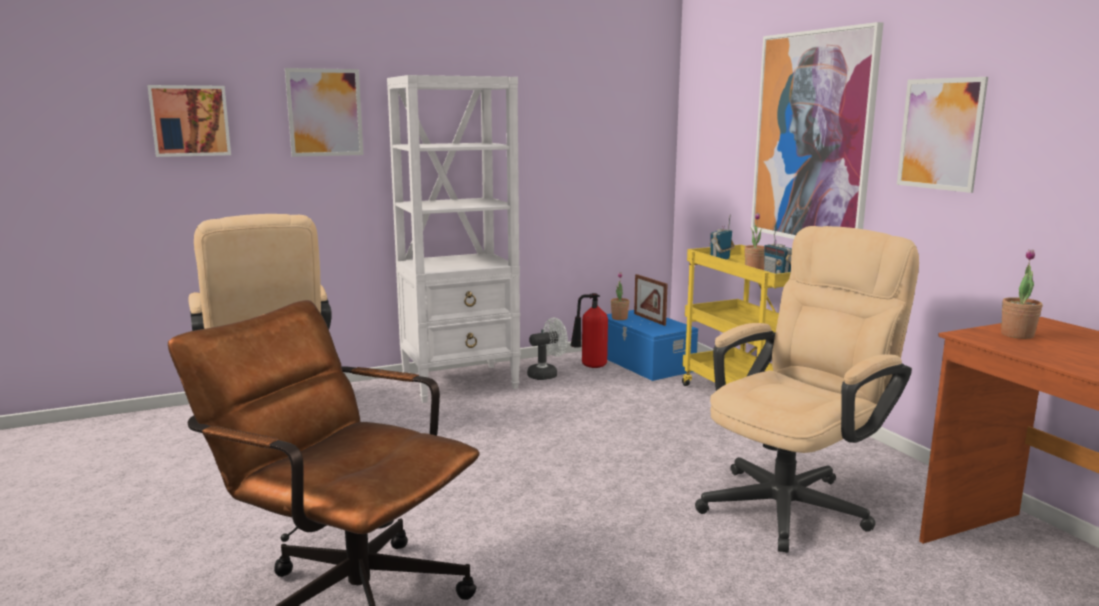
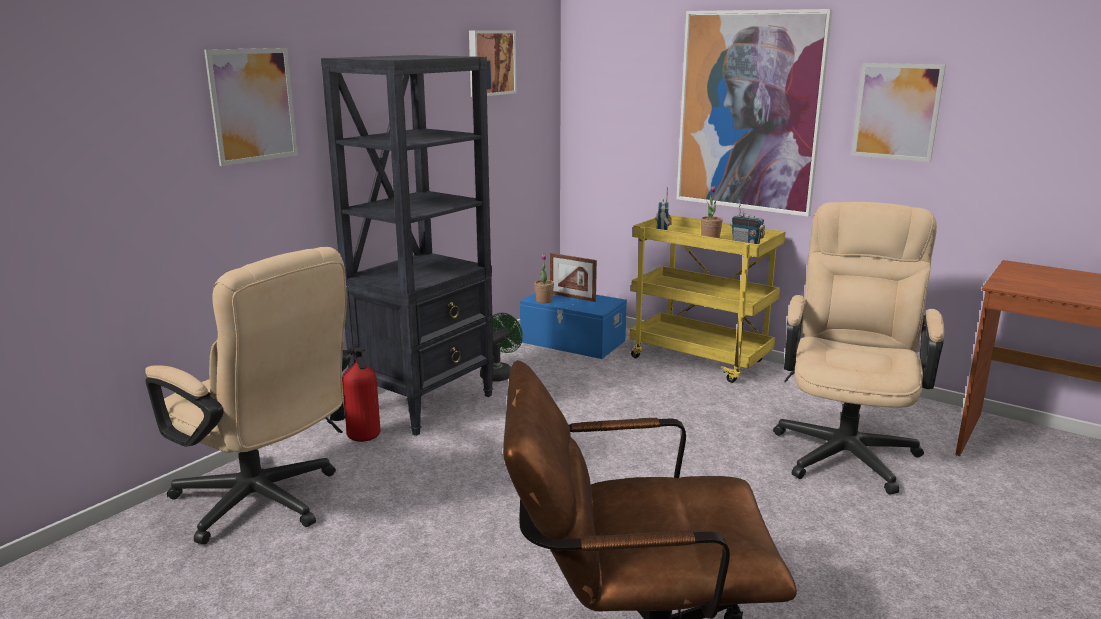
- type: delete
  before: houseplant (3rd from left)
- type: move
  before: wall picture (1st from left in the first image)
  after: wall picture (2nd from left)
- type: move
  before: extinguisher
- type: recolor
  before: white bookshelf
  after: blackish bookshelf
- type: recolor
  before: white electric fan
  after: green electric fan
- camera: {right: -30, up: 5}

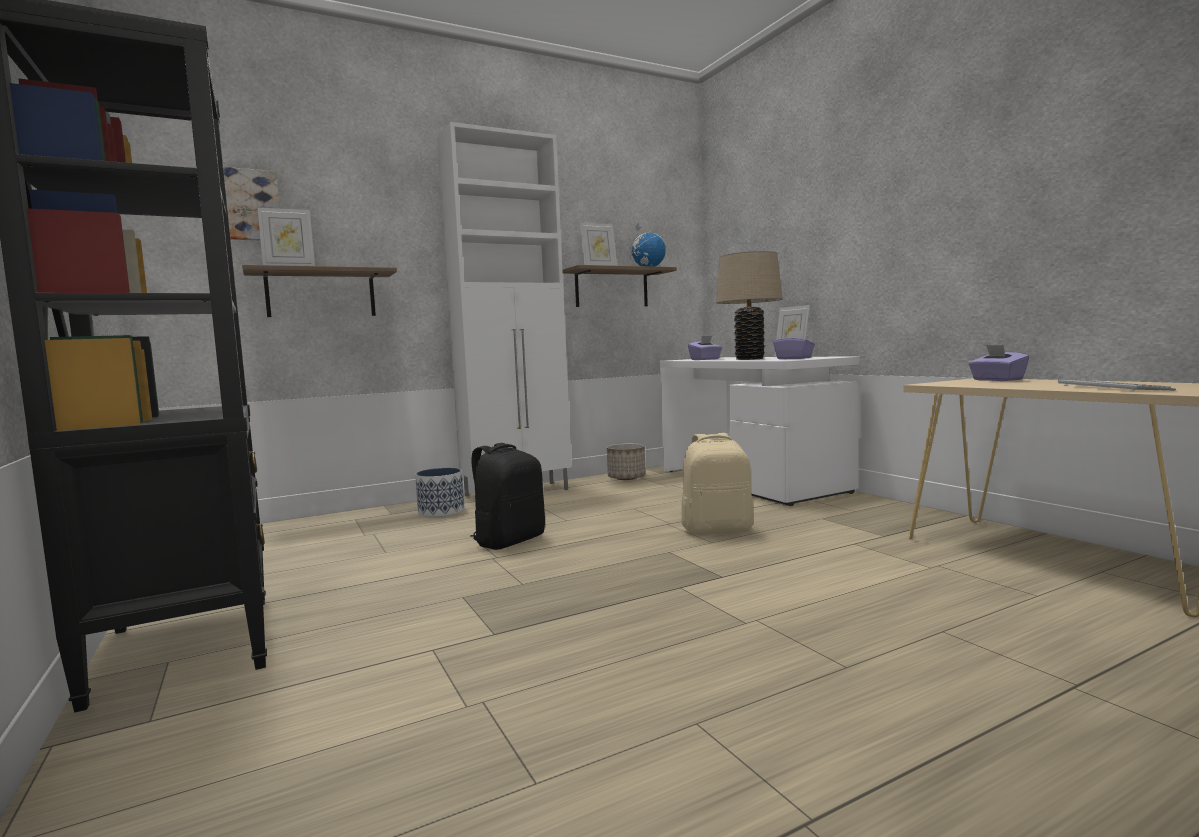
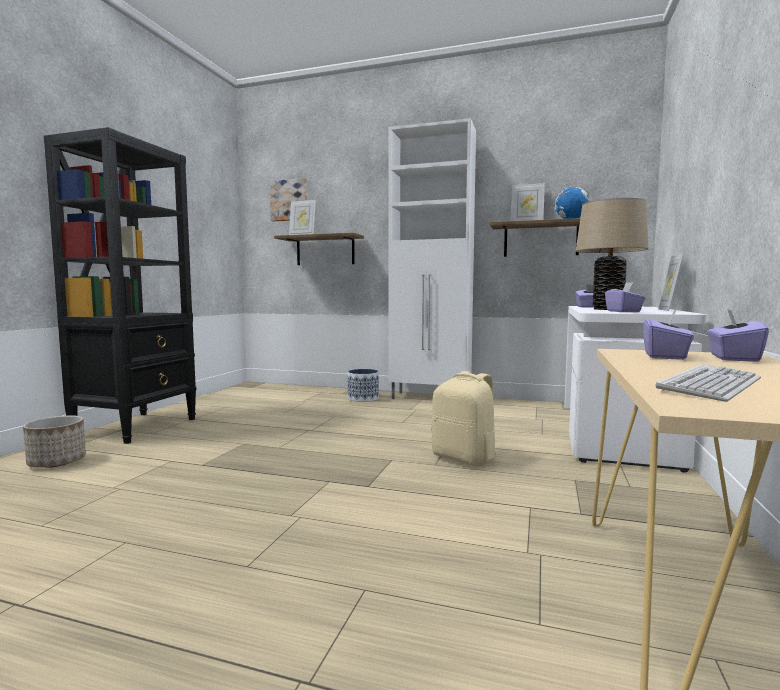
- type: delete
  before: blackish backpack
- type: insert
  after: purple tissue holder (3rd from left)
- type: move
  before: planter (2nd from left in the first image)
  after: planter (1st from left)
- camera: {right: 45, up: 0}

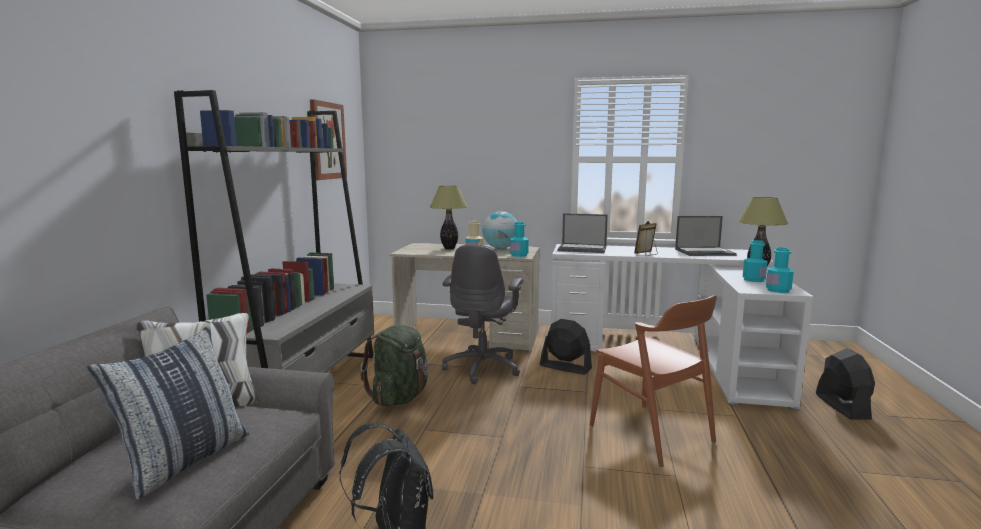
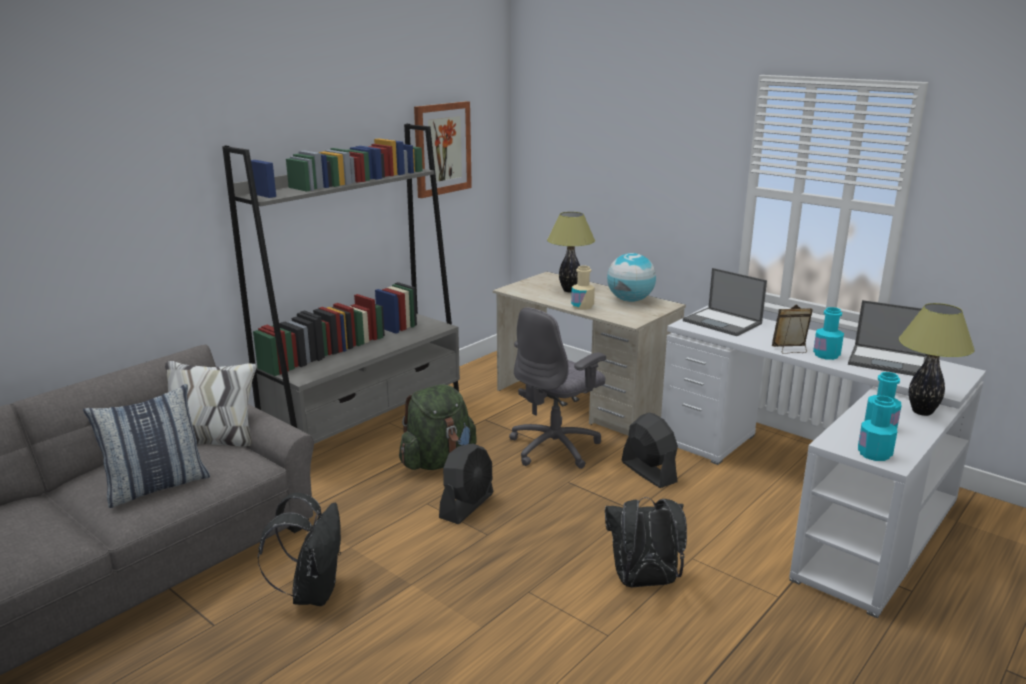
- type: move
  before: turquoise-coloured beverage bottle (1st from left)
- type: move
  before: blackish electric fan (2nd from left in the first image)
  after: blackish electric fan (1st from left)
- type: replace
  before: brownish chair
  after: blackish backpack (2nd from left)
- camera: {right: 30, up: 10}

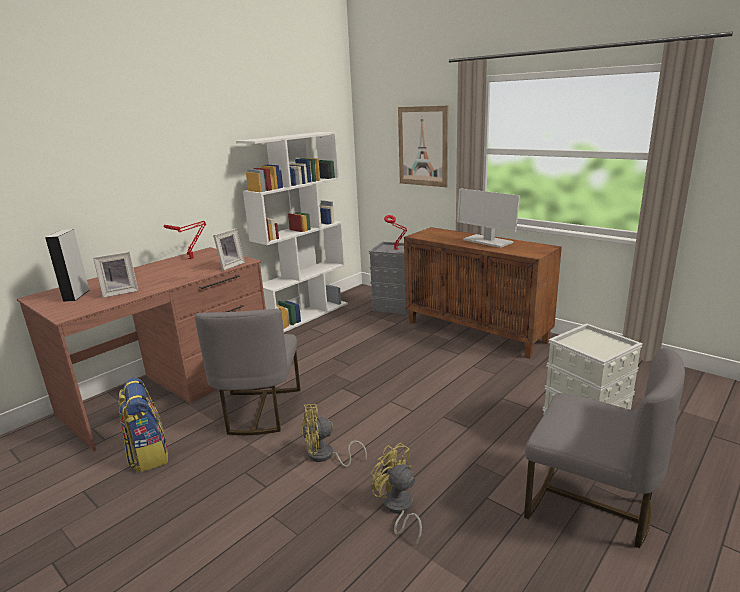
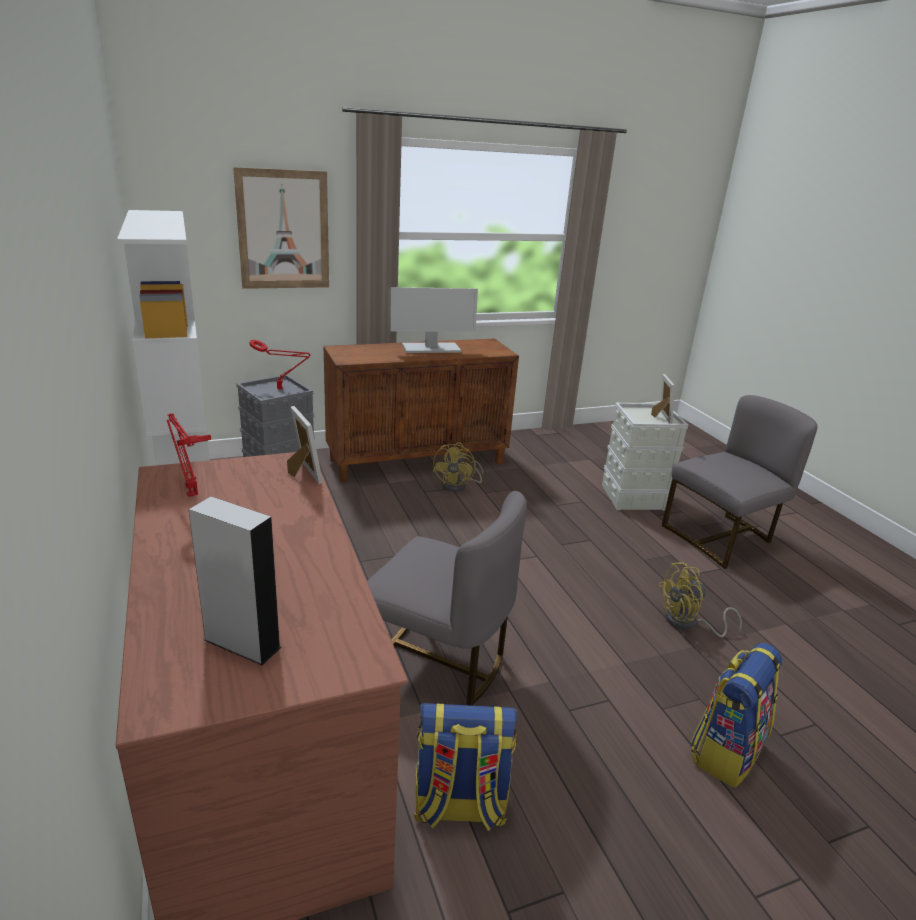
- type: insert
  after: backpack (2nd from left)
- type: move
  before: picture frame (1st from left in the first image)
  after: picture frame (2nd from left)
- type: move
  before: yellow electric fan (1st from left)
- camera: {right: -65, up: 5}

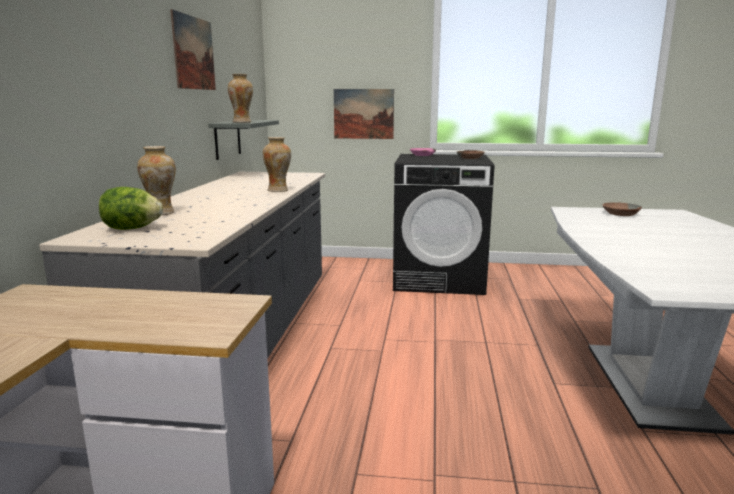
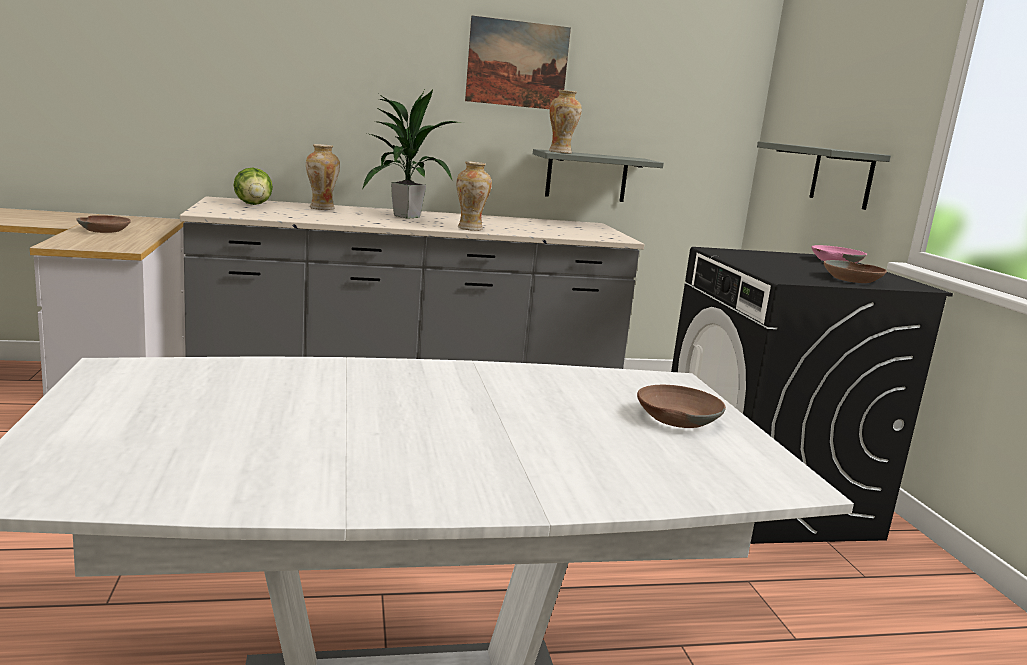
- type: insert
  after: brownish bowl (1st from left)
- type: insert
  after: houseplant
- type: replace
  before: wall picture (2nd from left)
  after: grey bracket shelf (2nd from left)
- camera: {right: 70, up: 0}

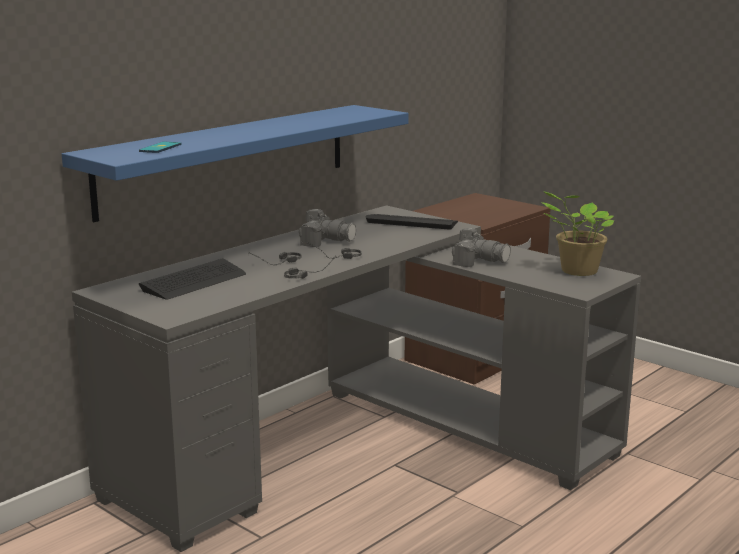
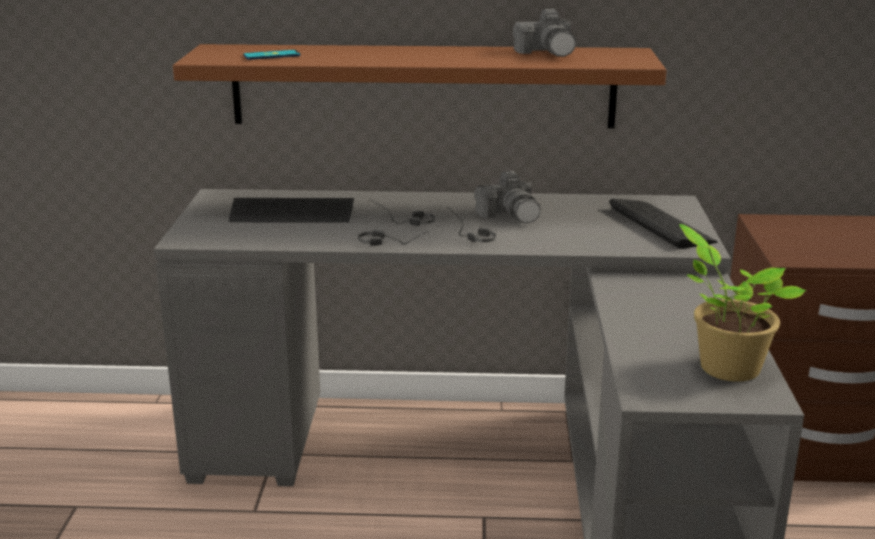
- type: move
  before: photo camera (2nd from left)
- type: recolor
  before: blue-coloured bracket shelf
  after: brownish bracket shelf
- camera: {right: 50, up: 5}

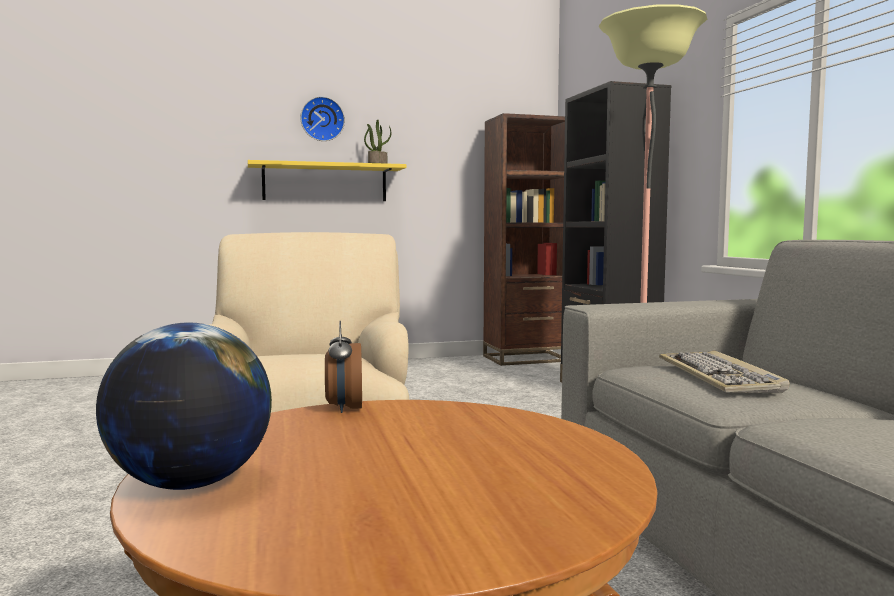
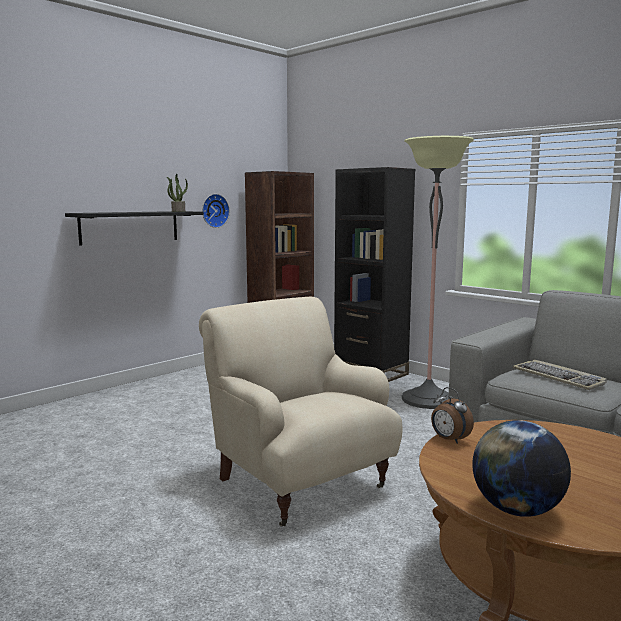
- type: move
  before: wall clock
- type: recolor
  before: yellow bracket shelf
  after: blackish bracket shelf
- camera: {right: -30, up: 5}

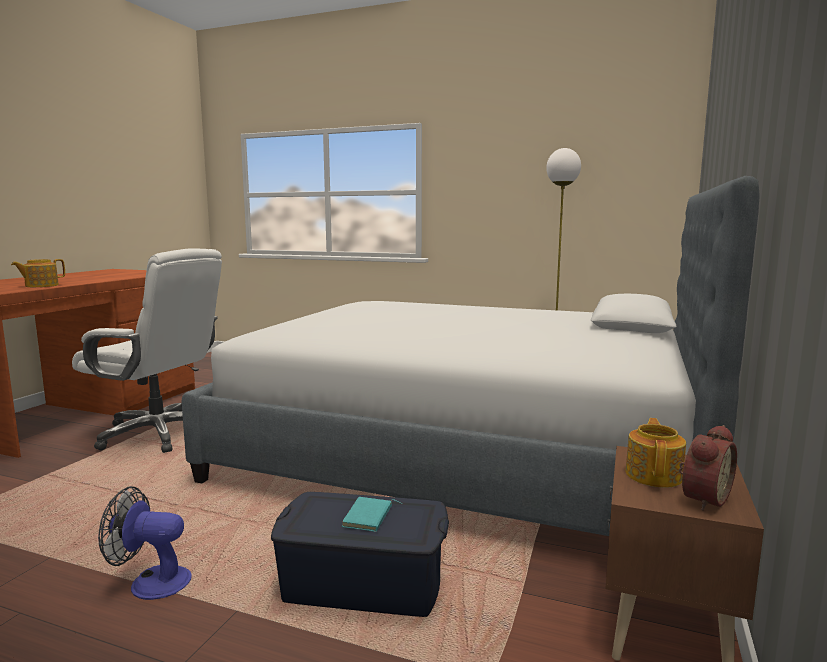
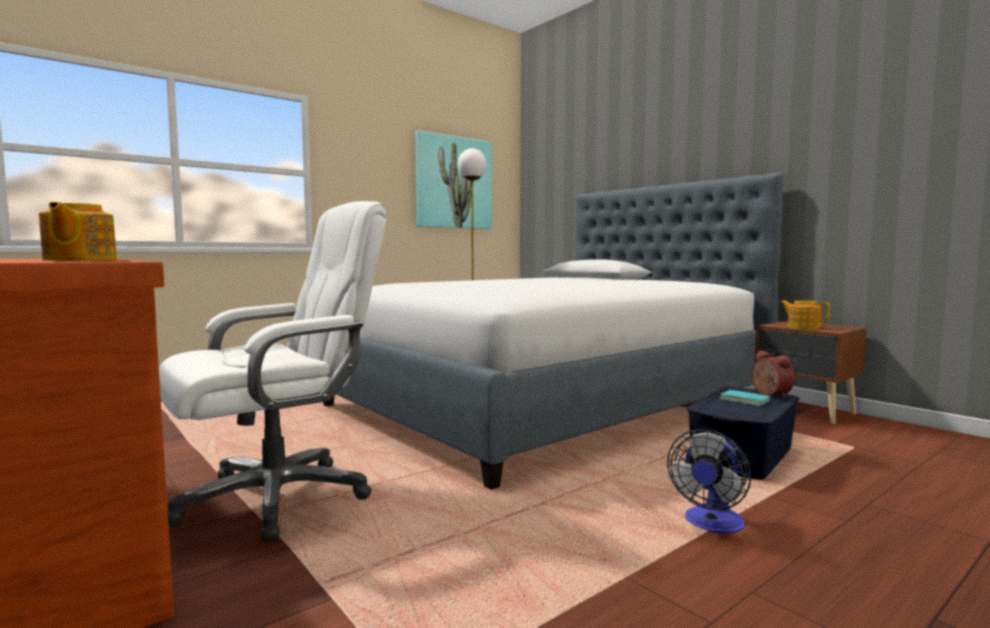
- type: insert
  after: wall picture
- type: move
  before: table clock
- camera: {right: -60, up: -5}

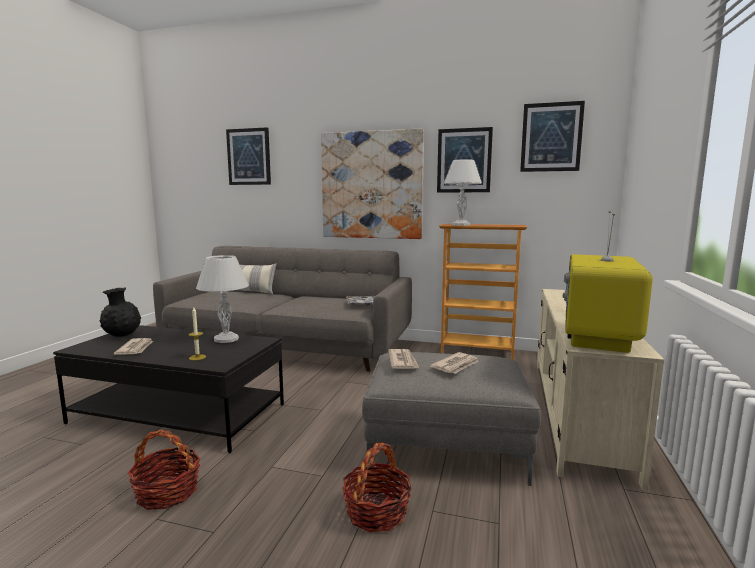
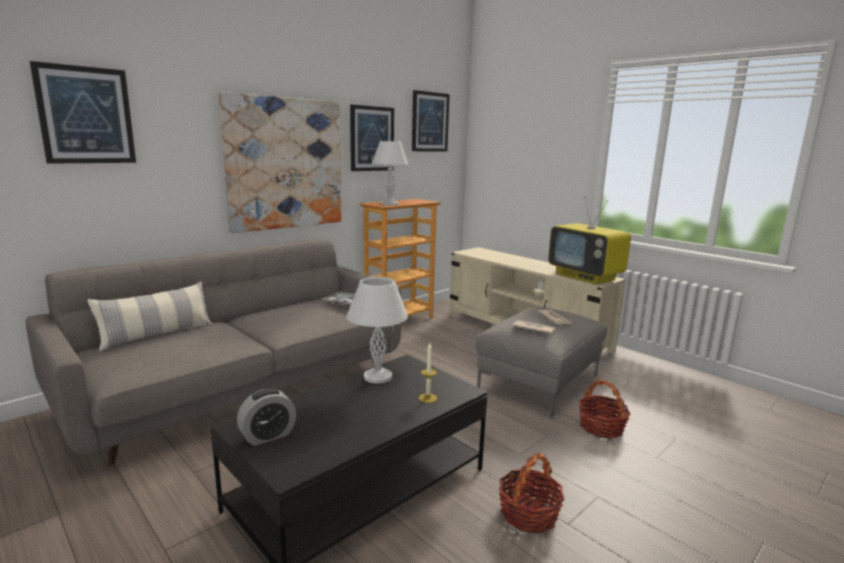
- type: delete
  before: daily paper (1st from left)
- type: replace
  before: blackish flower vase
  after: table clock
- camera: {right: -60, up: 5}

